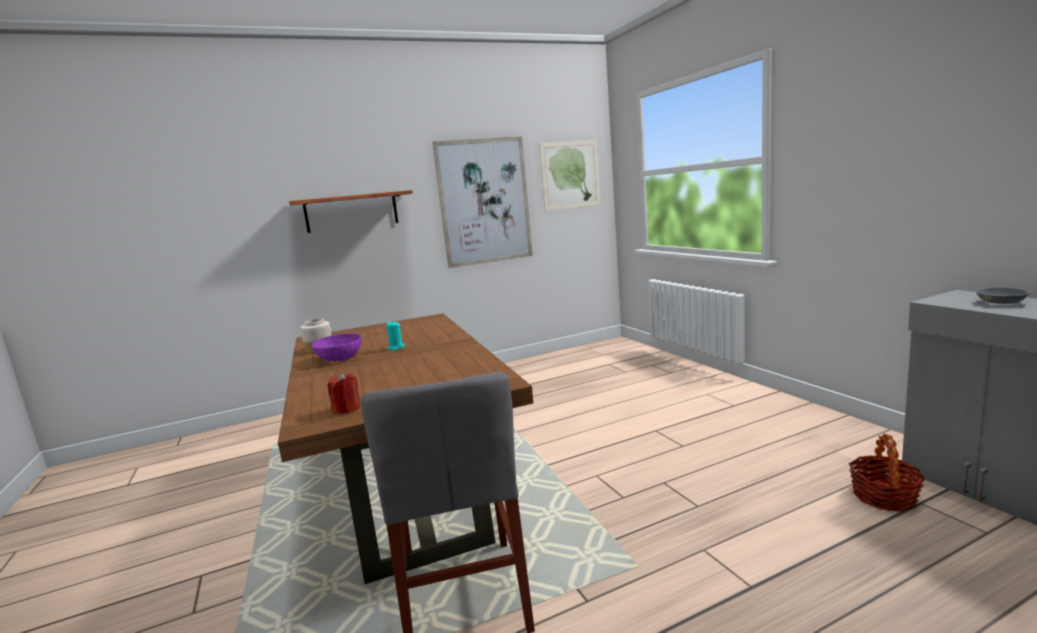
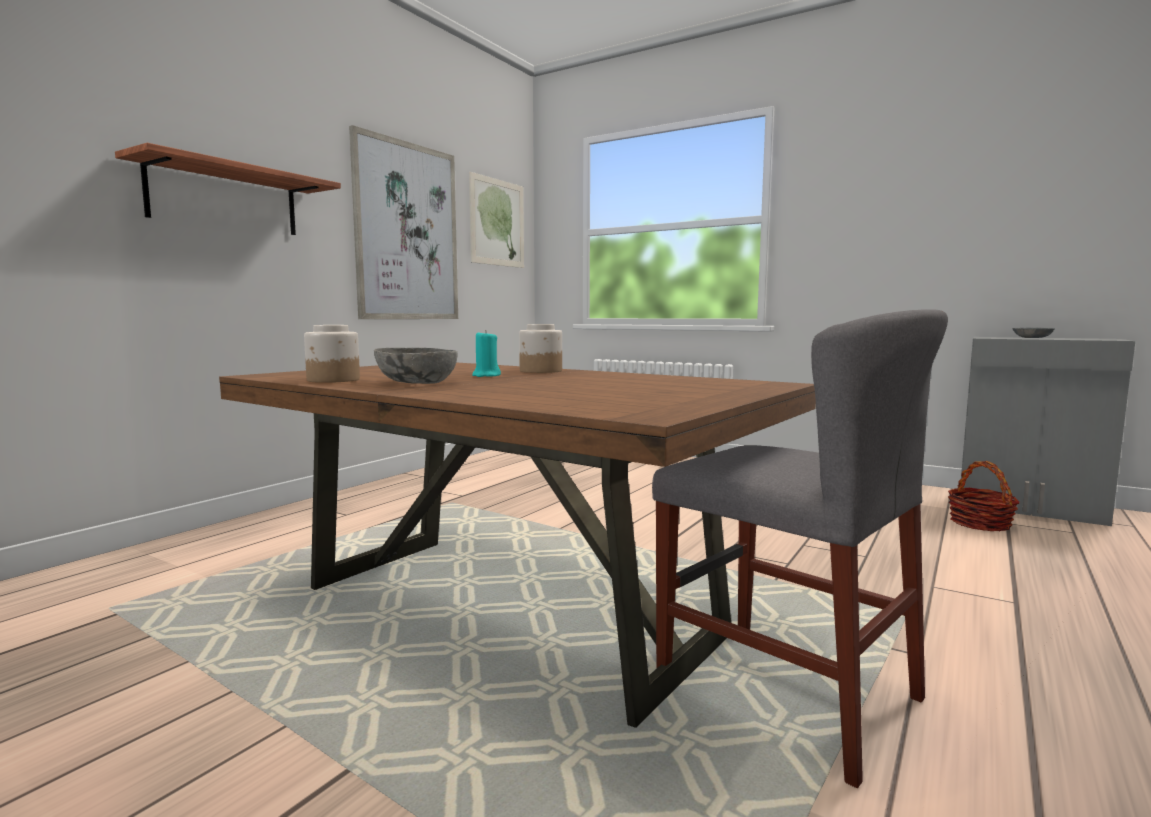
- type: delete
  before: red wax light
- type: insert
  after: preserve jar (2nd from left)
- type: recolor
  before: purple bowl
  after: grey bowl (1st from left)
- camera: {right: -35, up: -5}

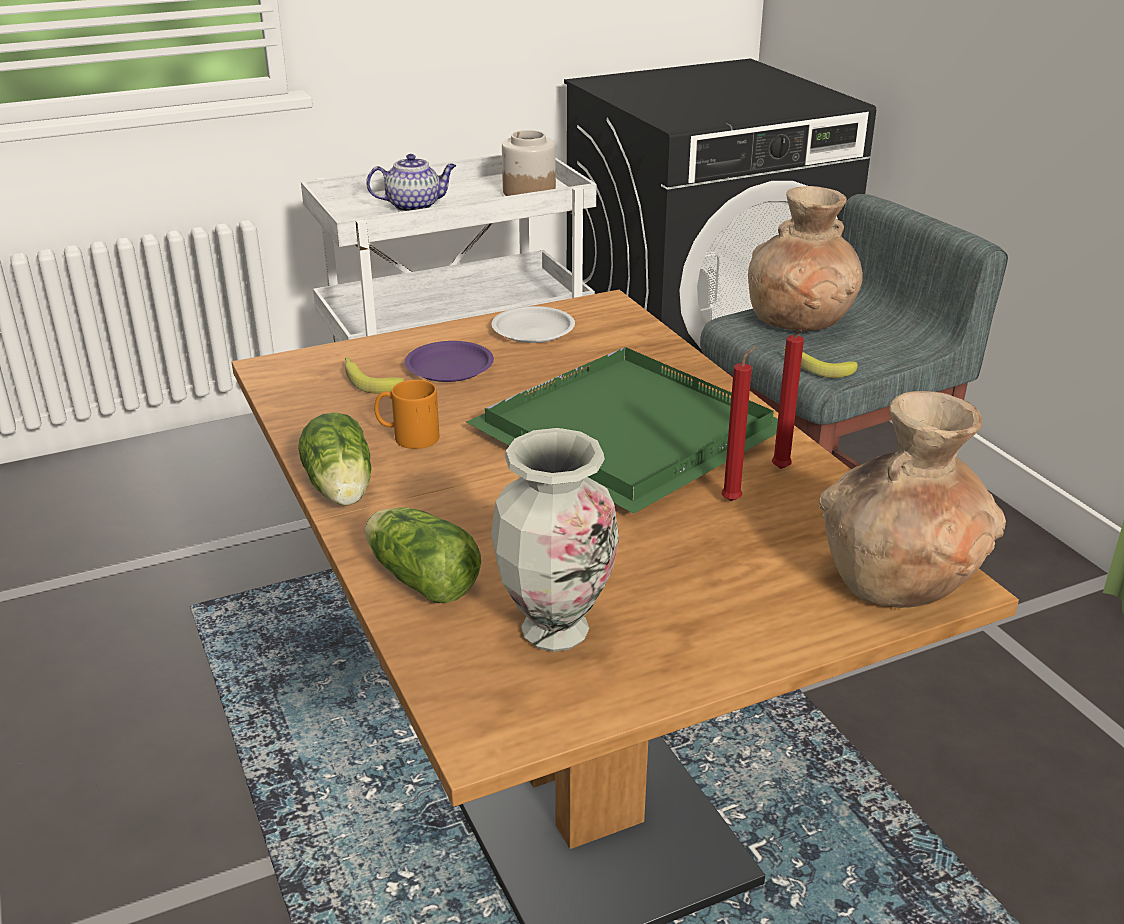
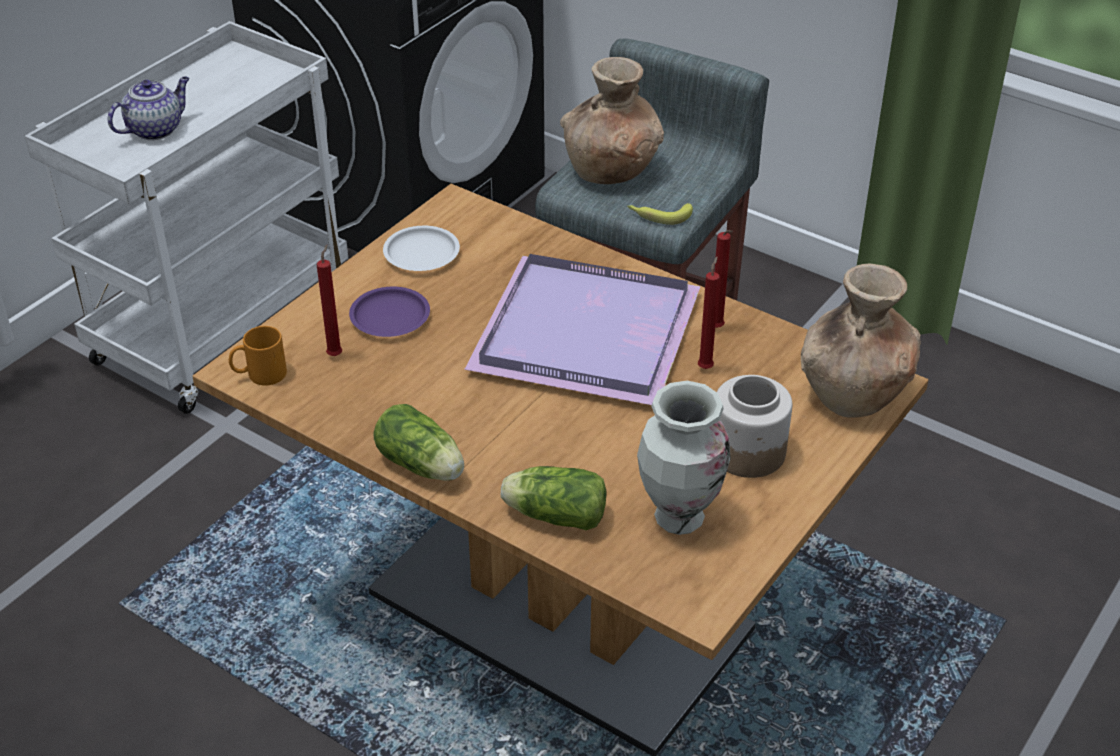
- type: move
  before: orangey mug
- type: move
  before: preserve jar
- type: replace
  before: banana (1st from left)
  after: red wax light (1st from left)
- type: recolor
  before: green tray
  after: purple tray
- camera: {right: -30, up: 10}

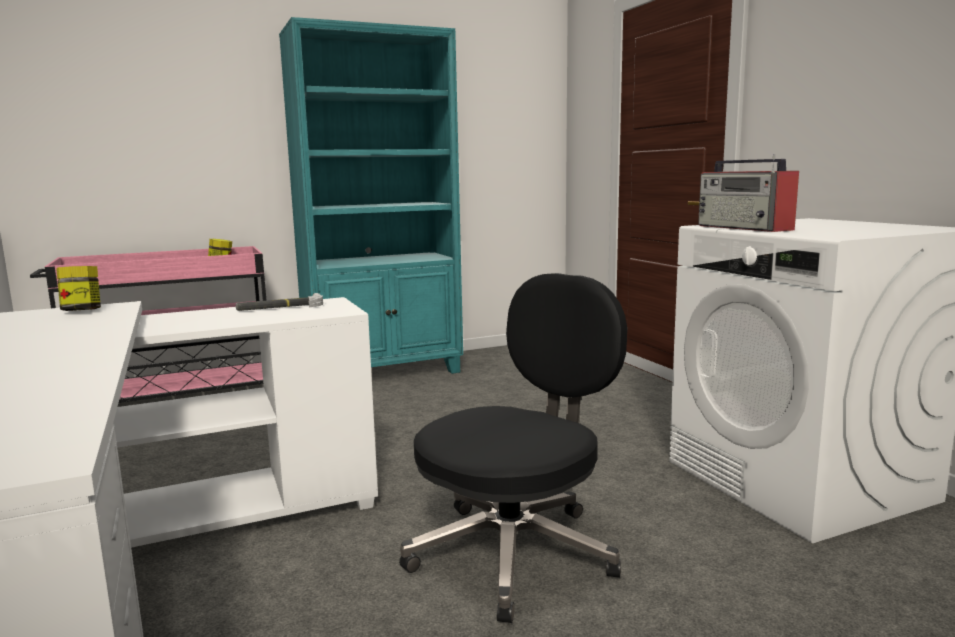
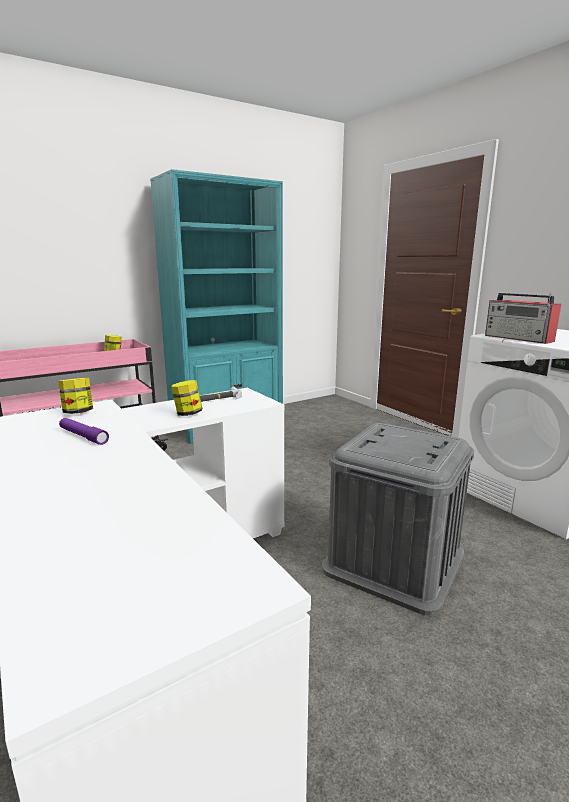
- type: insert
  after: purple flashlight
- type: insert
  after: preserve jar (3rd from left)
- type: replace
  before: blackish desk chair
  after: grey storage bin
- camera: {right: -10, up: 5}

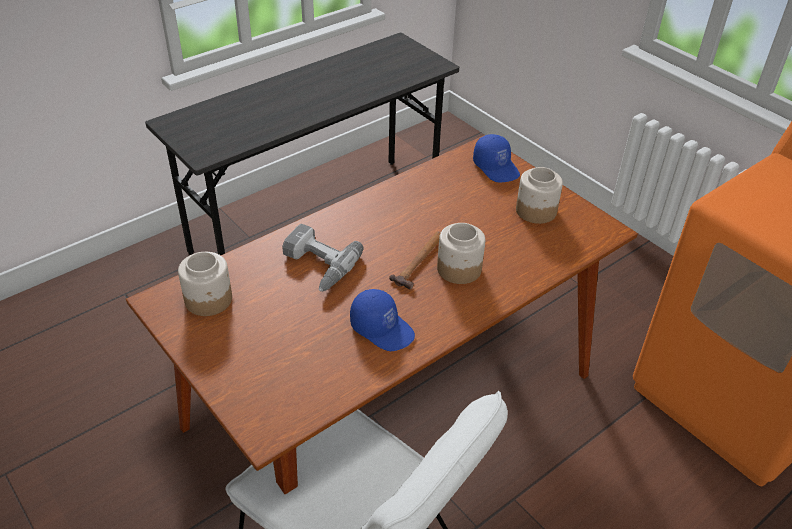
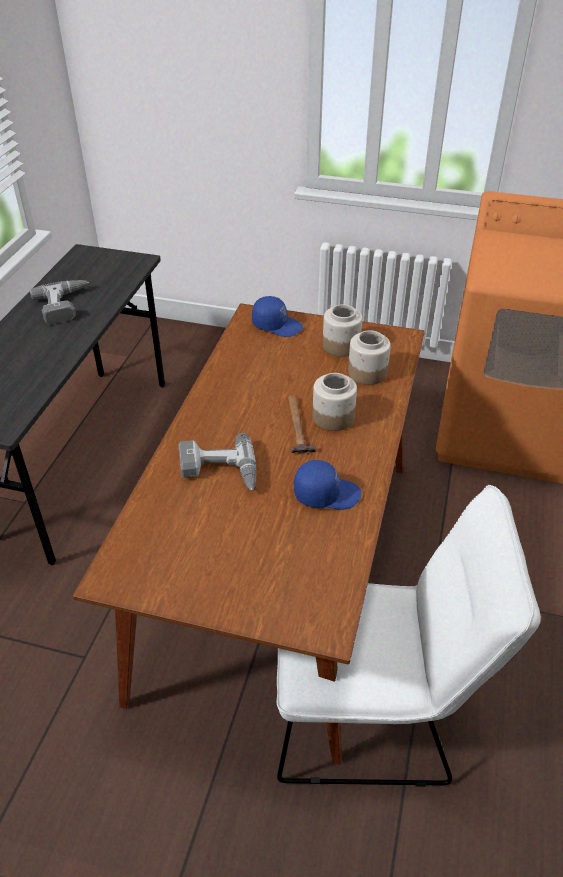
- type: insert
  after: power drill (1st from left)
- type: move
  before: preserve jar (1st from left in the first image)
  after: preserve jar (3rd from left)
- camera: {right: -35, up: 0}

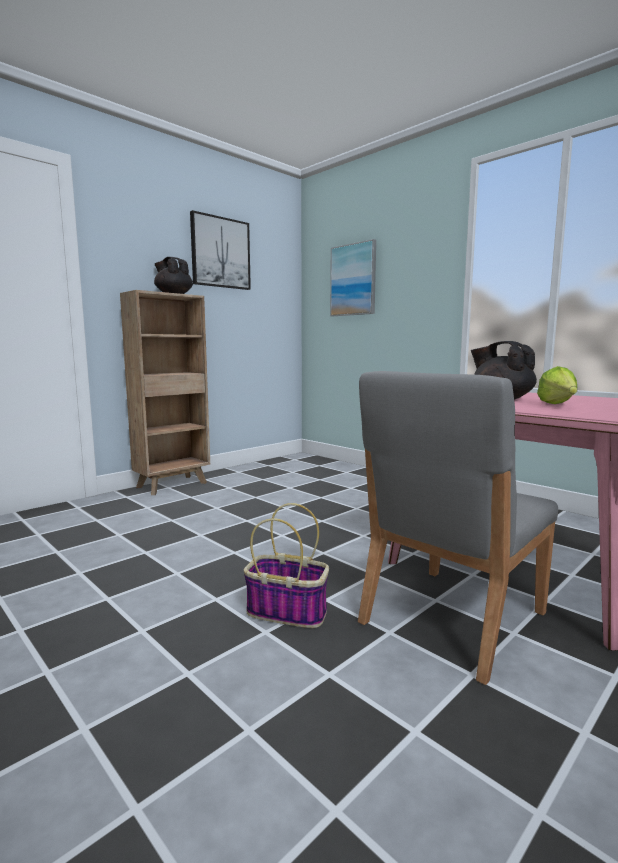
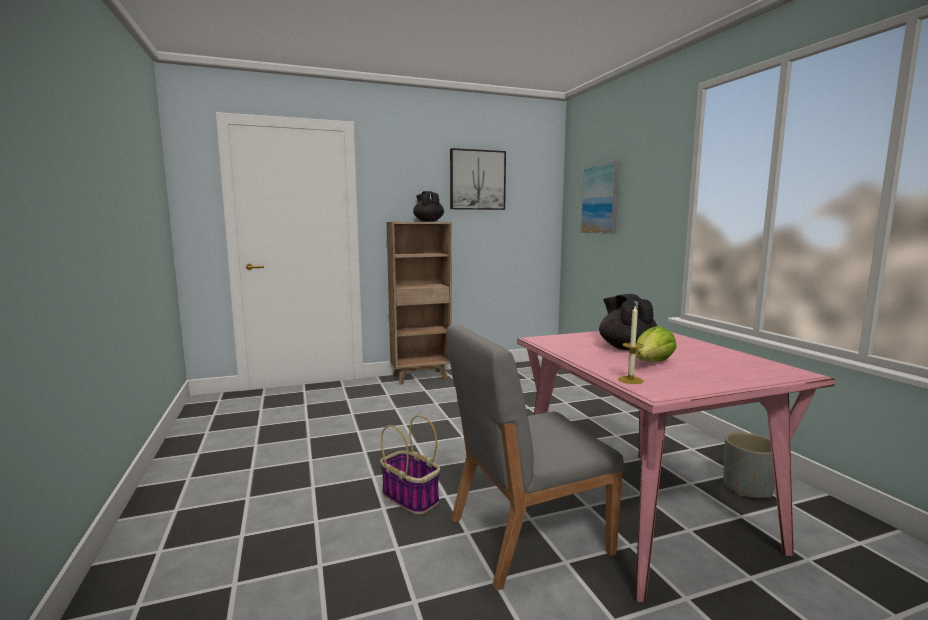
- type: insert
  after: wax light
- type: insert
  after: grey planter
- camera: {right: 25, up: 0}

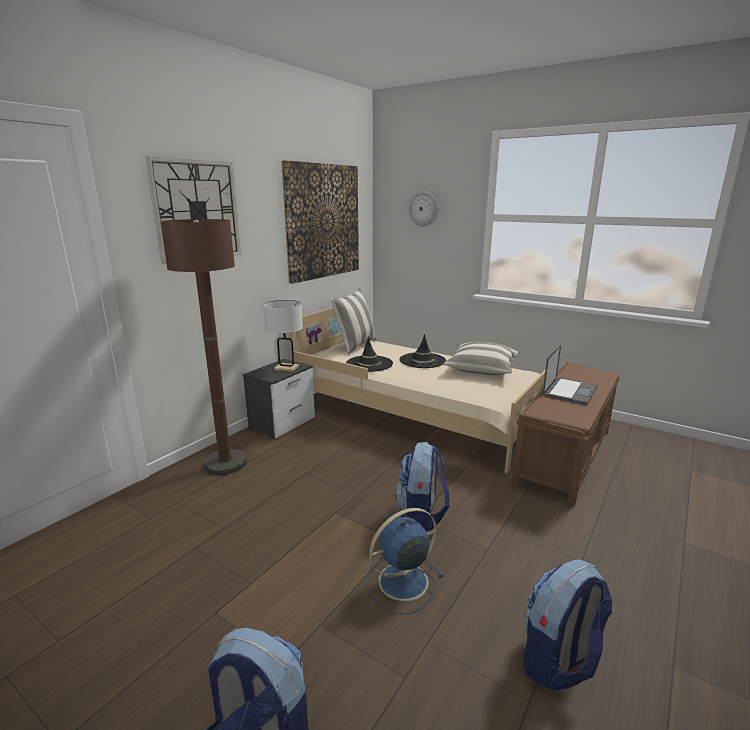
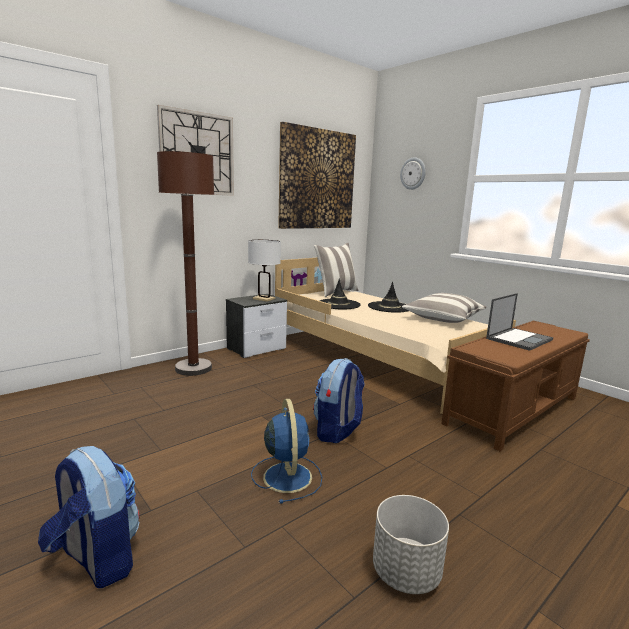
- type: replace
  before: backpack (3rd from left)
  after: grey planter
- type: rotate
  before: blue-coloured electric fan
  turn: 90
- camera: {right: 15, up: -5}

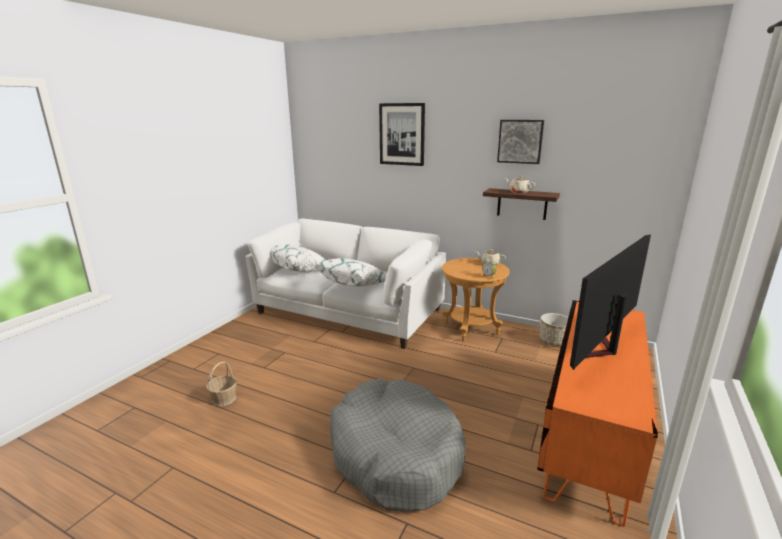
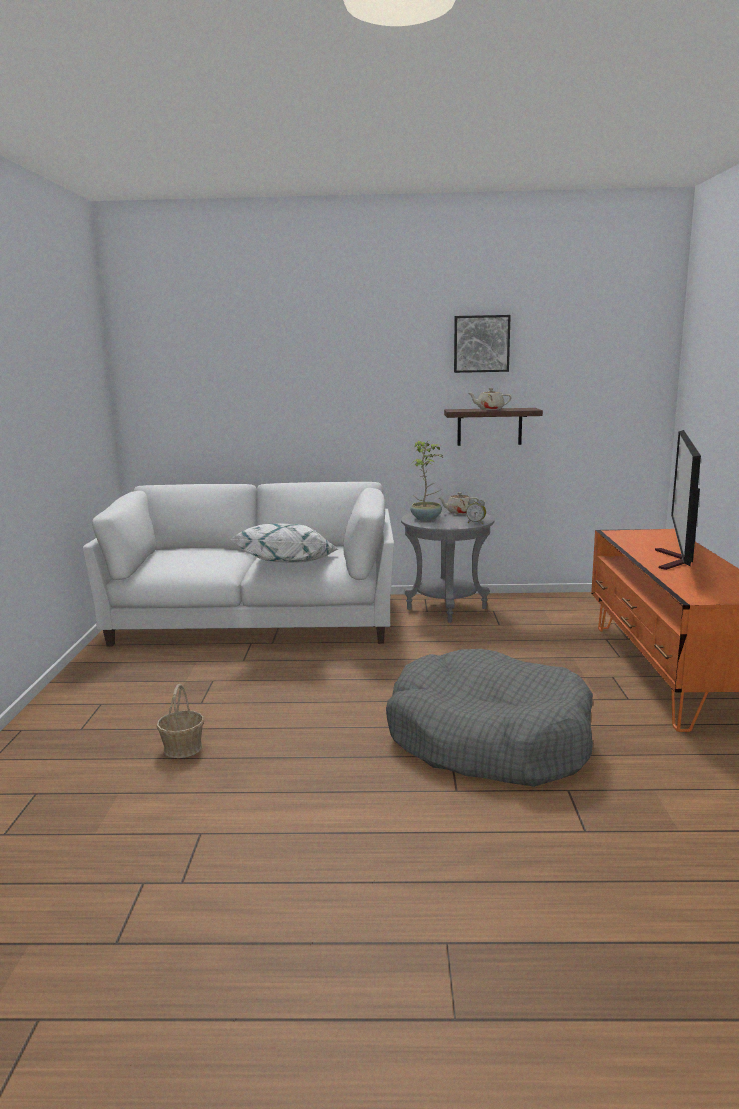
- type: delete
  before: white pillow (1st from left)
- type: delete
  before: wall picture (1st from left)
- type: delete
  before: planter
- type: insert
  after: houseplant
- type: recolor
  before: brownish side table
  after: grey side table
- camera: {right: -25, up: -5}

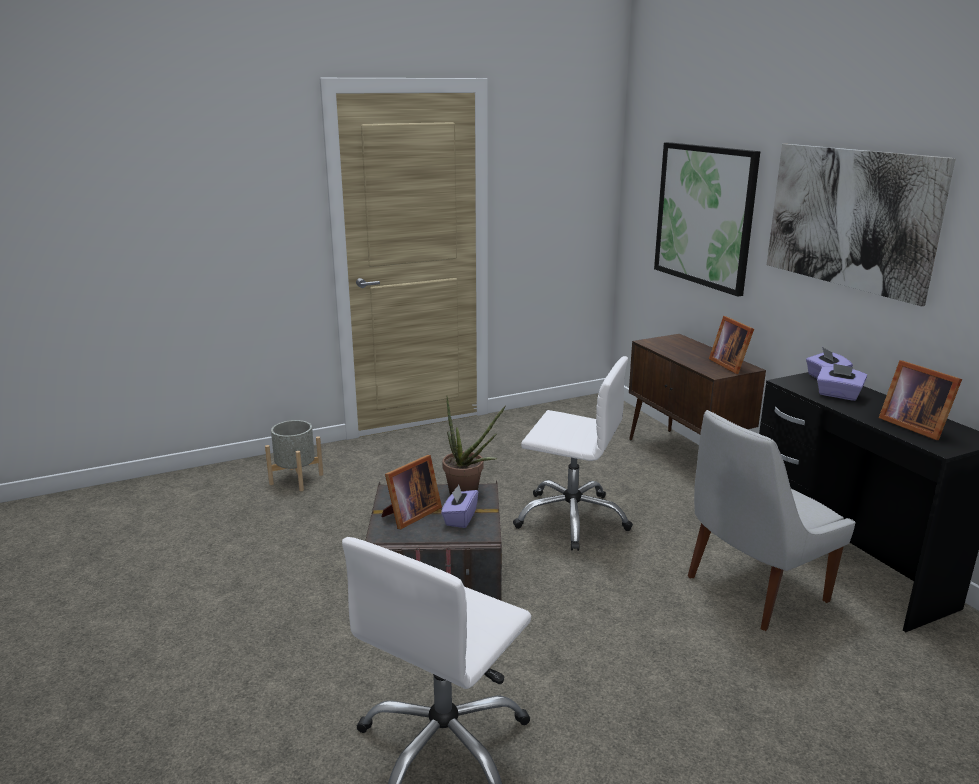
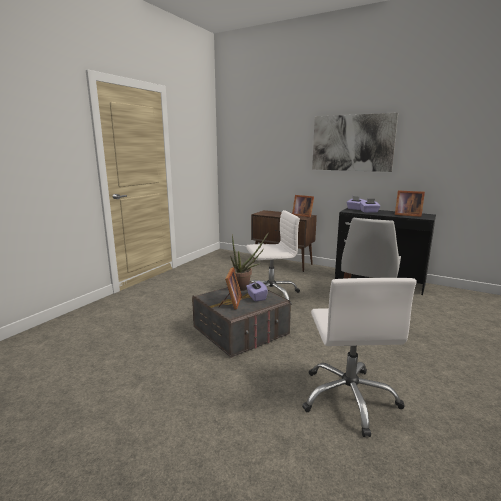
- type: delete
  before: grey planter
- type: delete
  before: wall picture (1st from left)
- camera: {right: -35, up: -5}

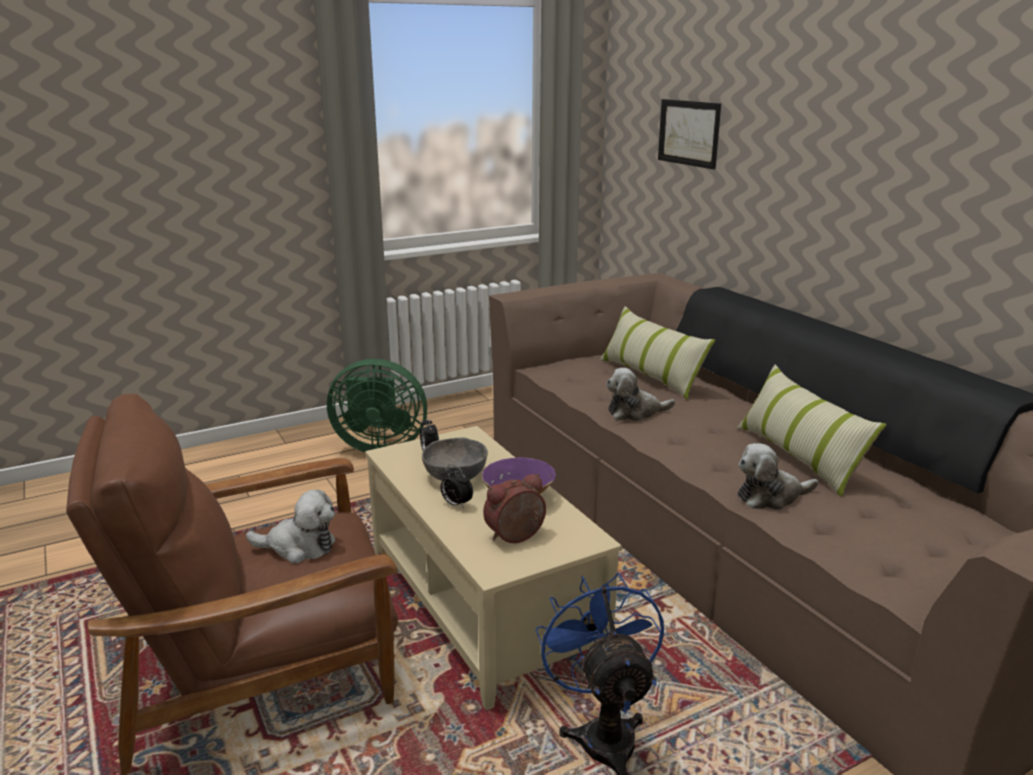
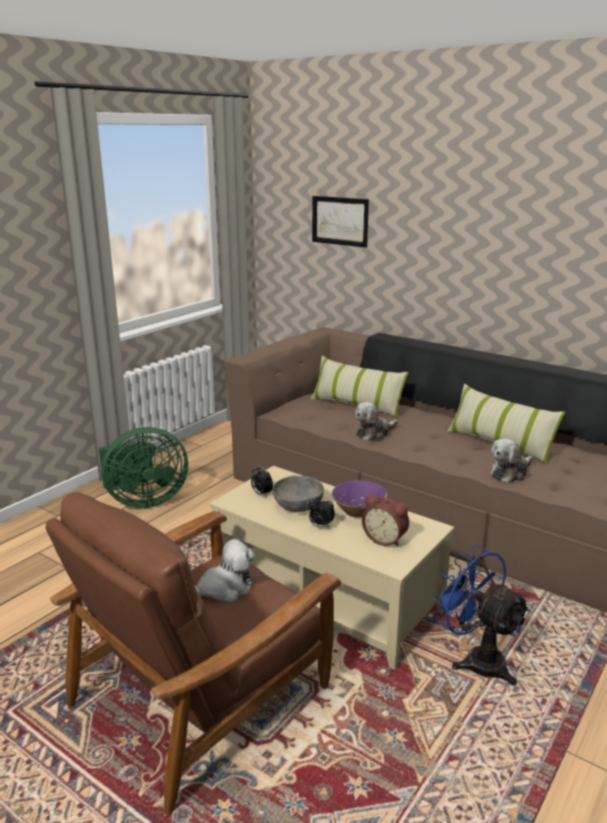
- type: rotate
  before: table clock (3rd from left)
  turn: -90
- camera: {right: -25, up: 0}

